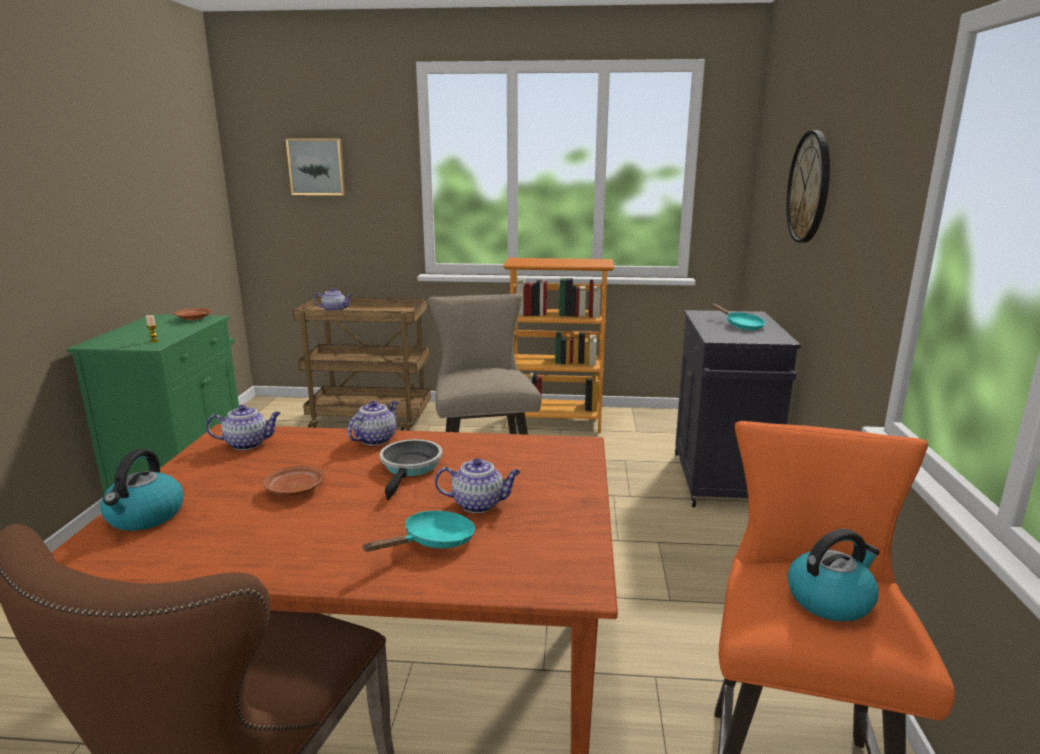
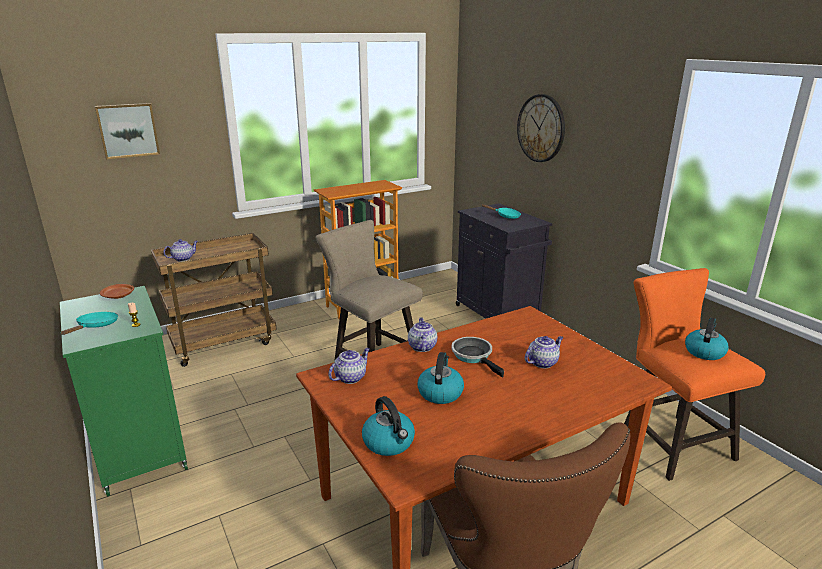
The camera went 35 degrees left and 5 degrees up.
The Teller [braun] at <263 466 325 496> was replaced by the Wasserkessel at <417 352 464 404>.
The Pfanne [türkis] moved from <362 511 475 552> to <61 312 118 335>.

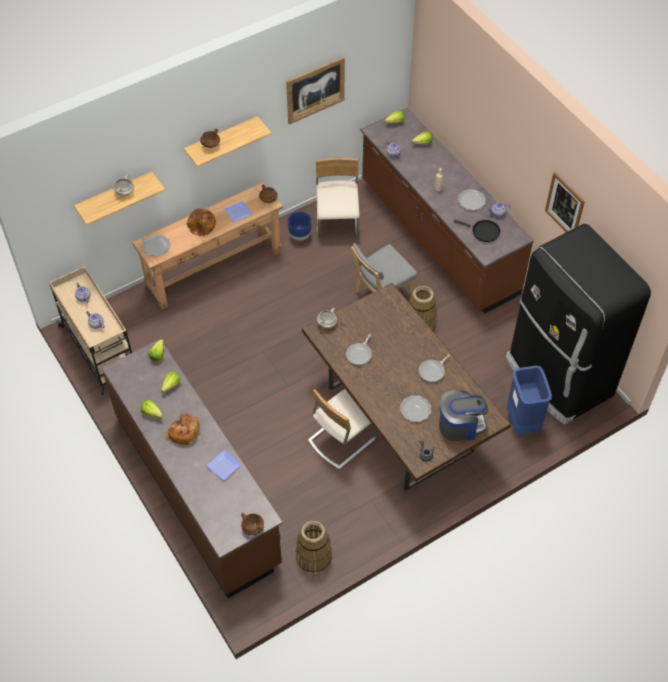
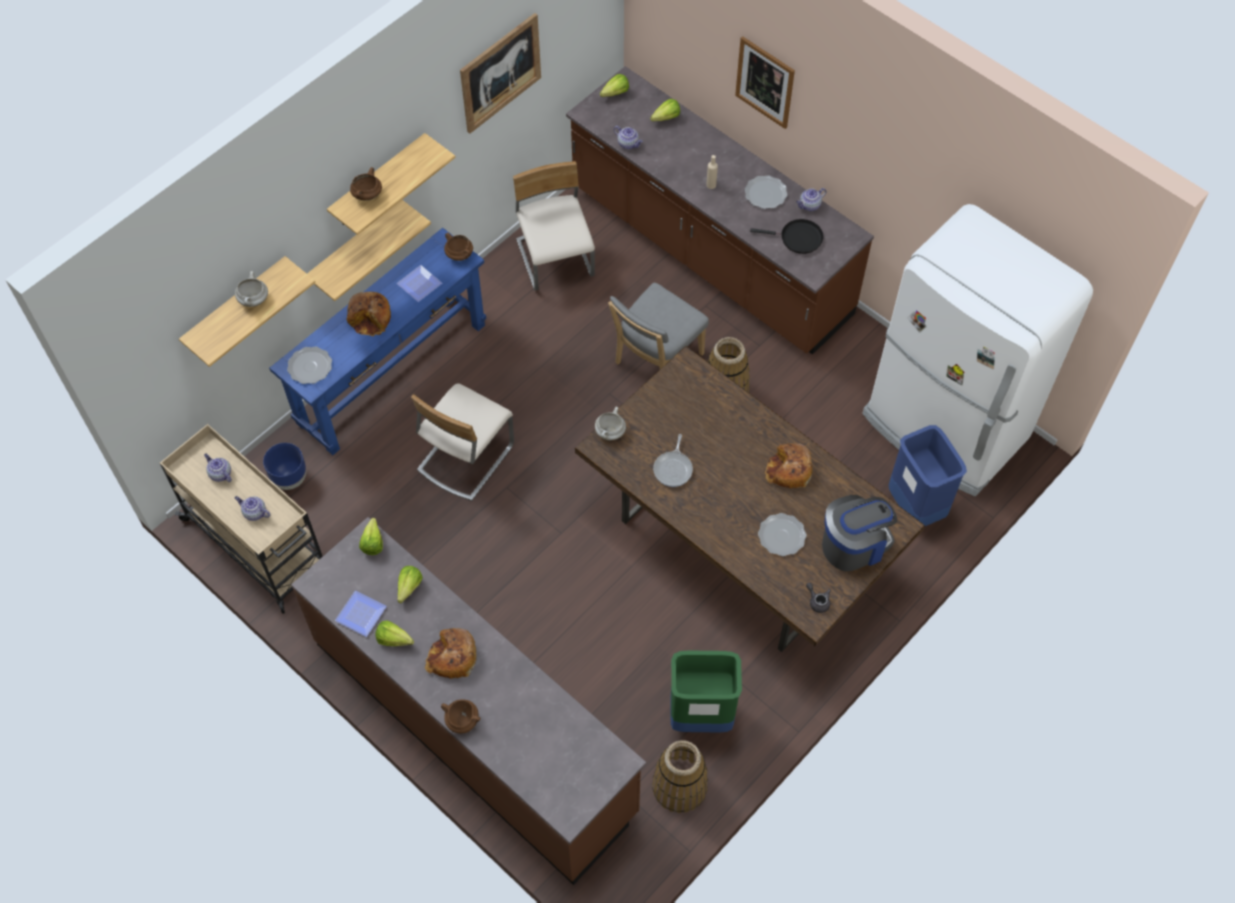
The camera went 15 degrees left and 5 degrees up.
The Konsolentisch [braun] at <132 182 283 309> became the Konsolentisch [blau] at <269 228 486 455>.
The Teller moved from <207 450 241 480> to <335 591 387 637>.
The Kochtopf [braun] moved from <241 513 264 535> to <441 699 480 734>.
The Pflanzkübel [blau] moved from <288 211 312 241> to <263 443 306 490>.
The Stuhl [beige] moved from <308 389 378 470> to <411 383 514 501>.
The Pfanne at <419 354 450 382> was replaced by the Brot at <765 443 812 488>.
The Kühlschrank [schwarz] at <506 224 651 424> became the Kühlschrank [weiß] at <862 204 1093 496>.
The Bild moved from <545 172 585 232> to <735 36 795 129>.
The Wandregal at <307 200 431 301> appeared.
The Mülleimer [grün] at <671 651 742 732> appeared.

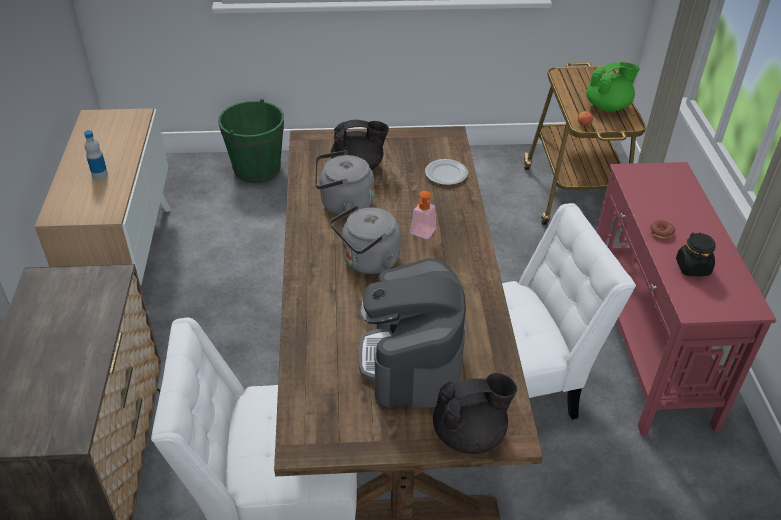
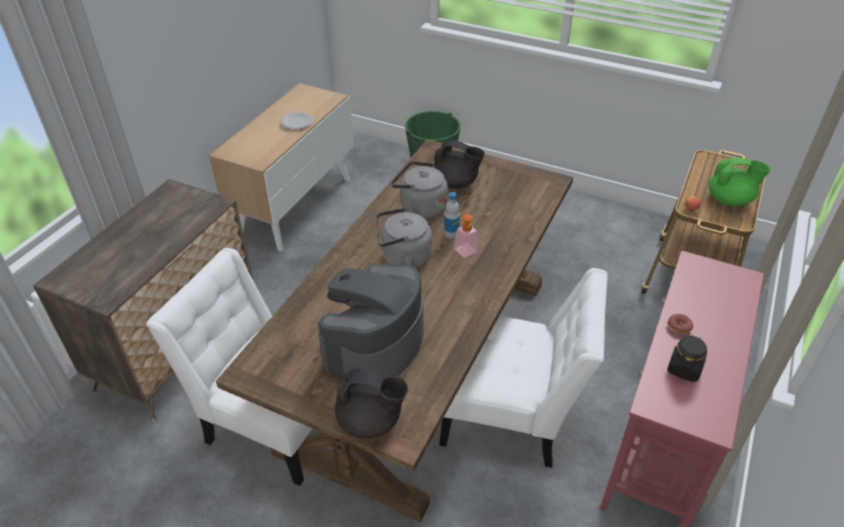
The camera went 30 degrees right and 0 degrees up.
The Flasche moved from <84 130 108 180> to <444 192 460 239>.
The Teller moved from <425 159 468 185> to <281 112 314 129>.

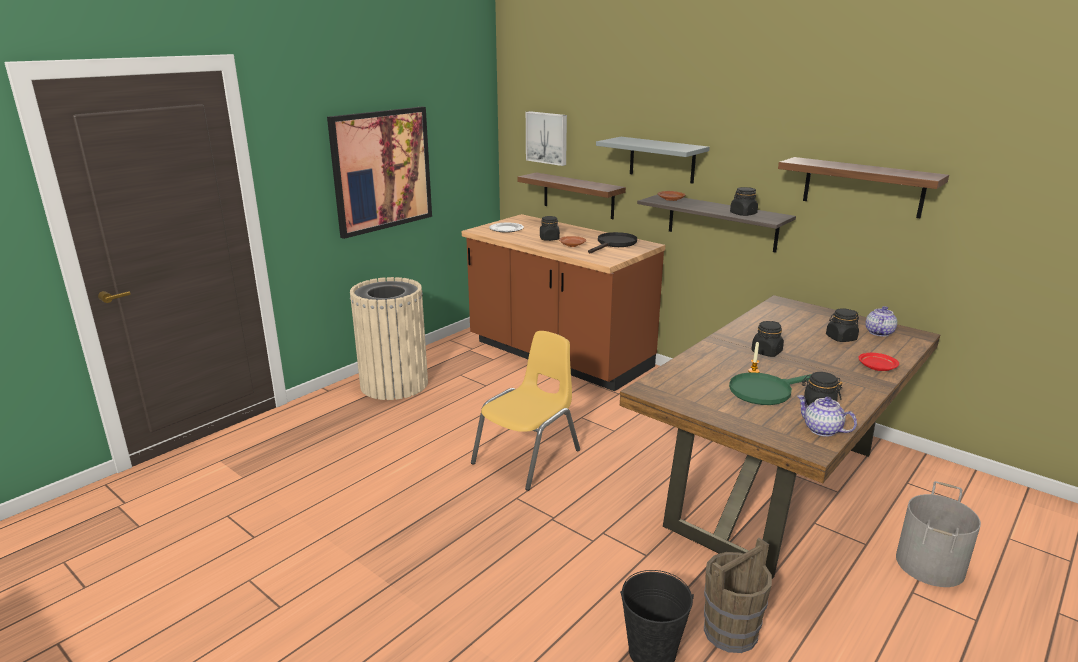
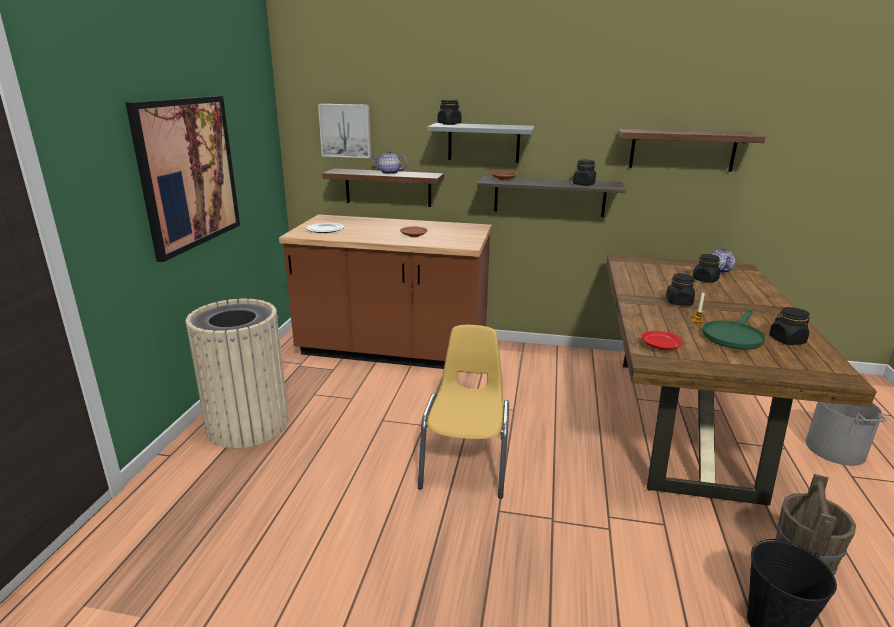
The camera went 30 degrees left and 0 degrees up.
The Vorratsglas [schwarz] moved from <540 216 560 241> to <438 99 462 125>.
The Pfanne [schwarz] at <588 232 637 253> disappeared.
The Teekanne moved from <797 395 857 437> to <373 151 407 174>.
The Teller [rot] moved from <858 353 899 371> to <641 331 683 350>.

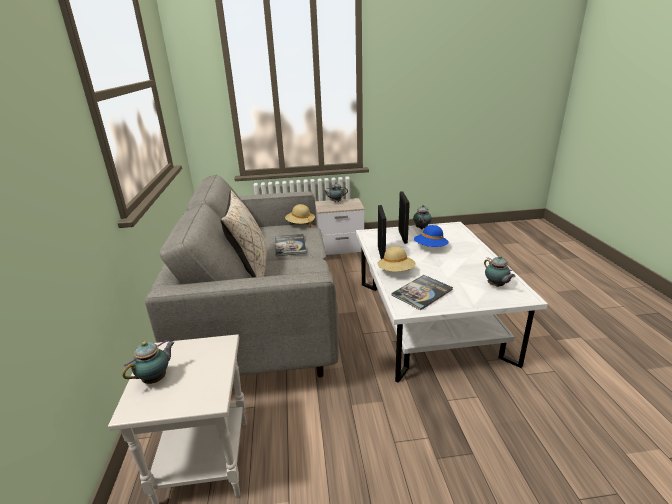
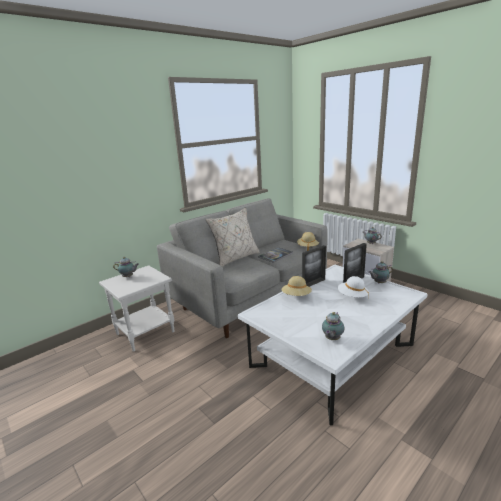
The camera went 55 degrees right and 5 degrees down.
The Buch at <391 275 453 310> disappeared.
The Hut [blau] at <414 225 449 247> became the Hut [weiß] at <338 276 369 299>.

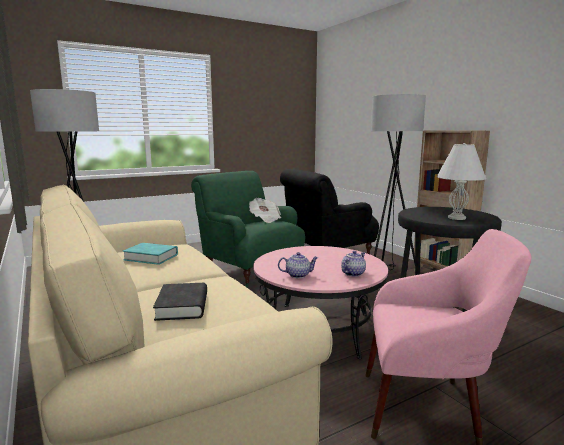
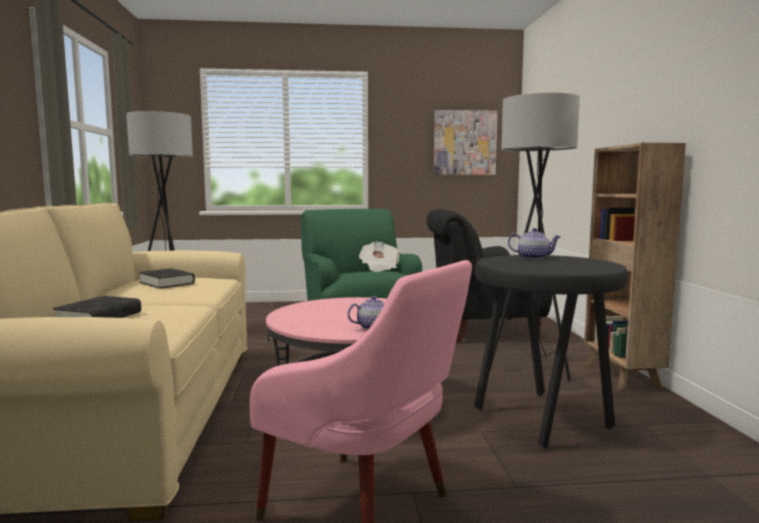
The camera went 25 degrees right and 5 degrees down.
The Buch [türkis] at <123 243 178 265> became the Buch [schwarz] at <139 268 195 289>.
The Teekanne moved from <278 252 318 278> to <508 228 561 259>.
The Tischlampe [weiß] at <437 143 487 220> disappeared.
The Bild at <434 110 497 175> appeared.

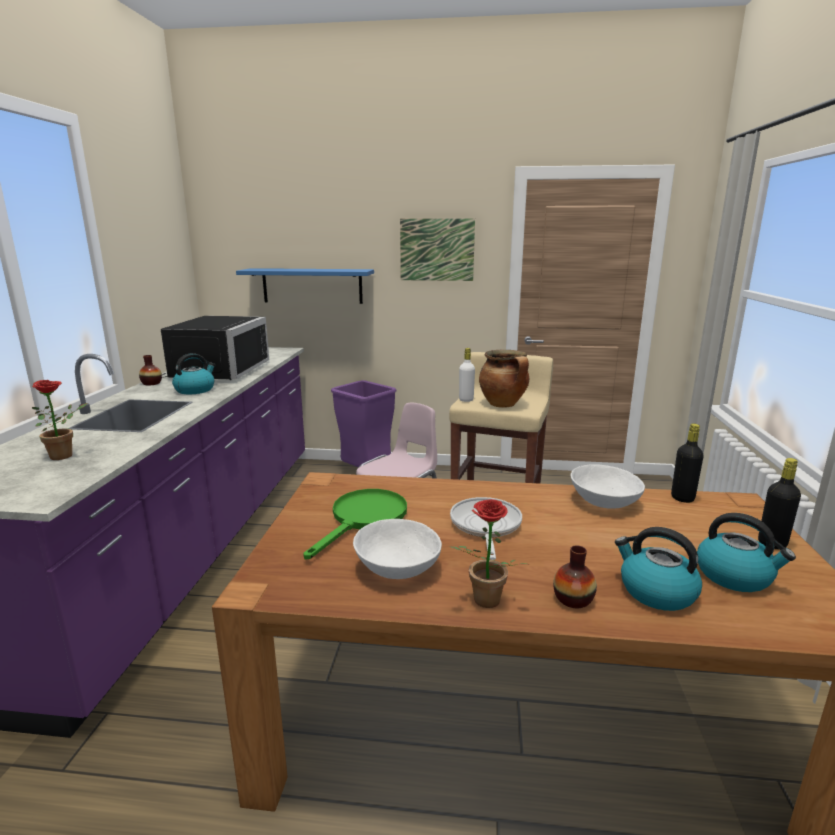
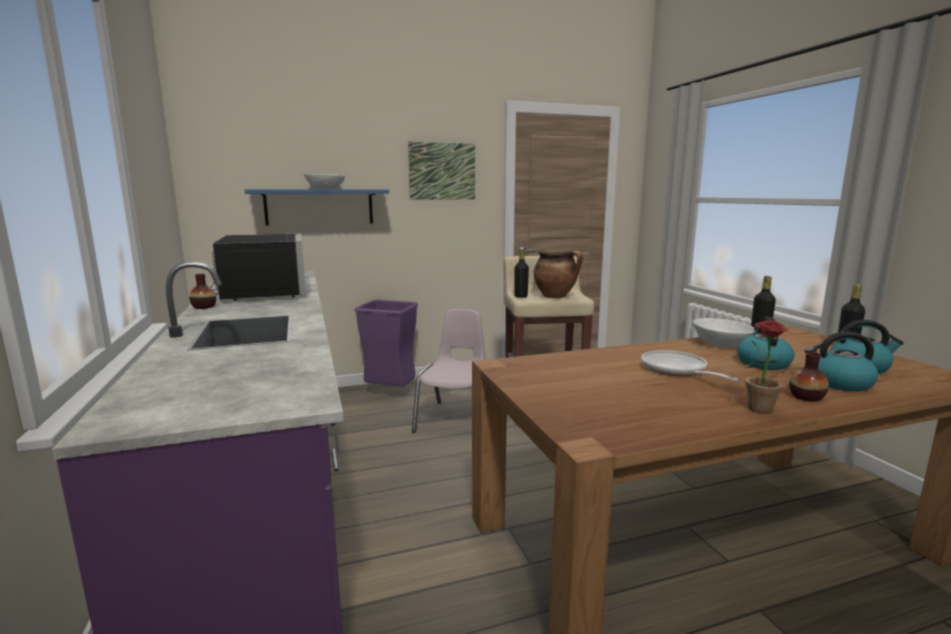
The camera went 25 degrees left and 5 degrees down.
The Topfpflanze at <32 380 88 460> disappeared.
The Wasserkessel moved from <172 353 215 394> to <737 317 794 370>.
The Pfanne [grün] at <303 489 407 559> disappeared.
The Schüssel [weiß] moved from <353 519 442 579> to <304 174 345 189>.
The Flasche [weiß] at <459 348 475 402> became the Flasche [schwarz] at <514 249 529 298>.

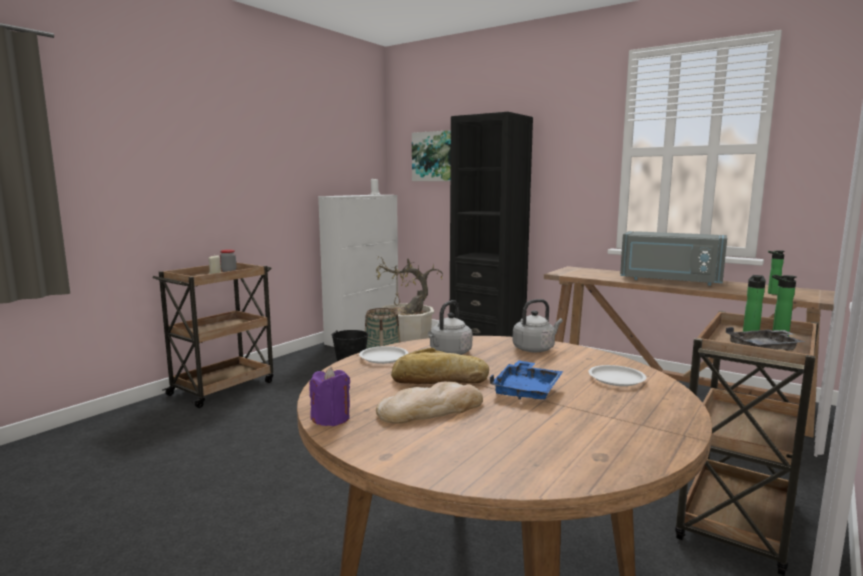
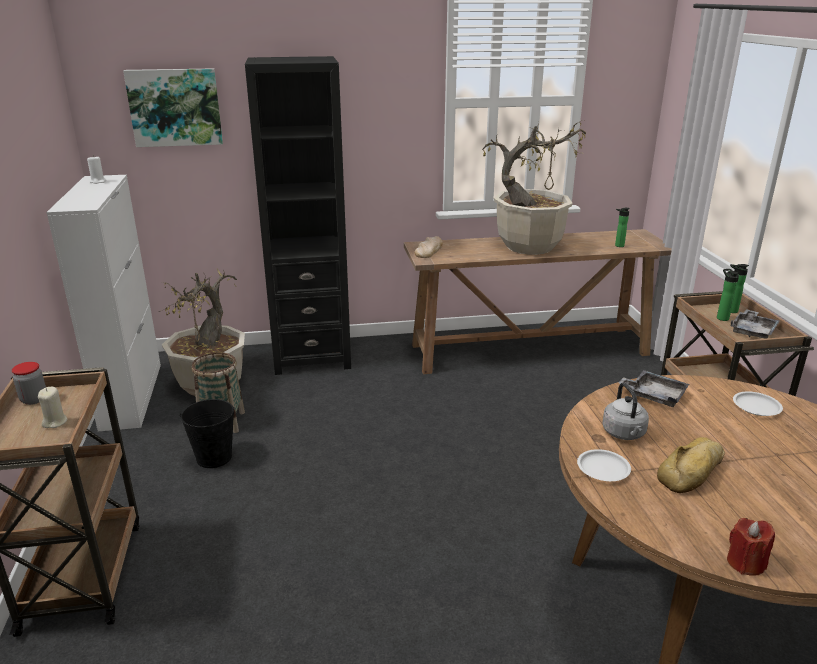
The camera went 45 degrees left and 15 degrees up.
The Kerze [lila] at <310 366 350 426> became the Kerze [rot] at <727 518 775 576>.
The Brot moved from <376 381 483 424> to <415 236 443 258>.
The Tablett [blau] at <490 360 563 400> disappeared.
The Wasserkessel [grau] at <512 299 563 352> was replaced by the Tablett [grau] at <619 370 689 407>.
The Mikrowelle [grau] at <620 231 727 286> was replaced by the Topfpflanze at <482 120 586 255>.

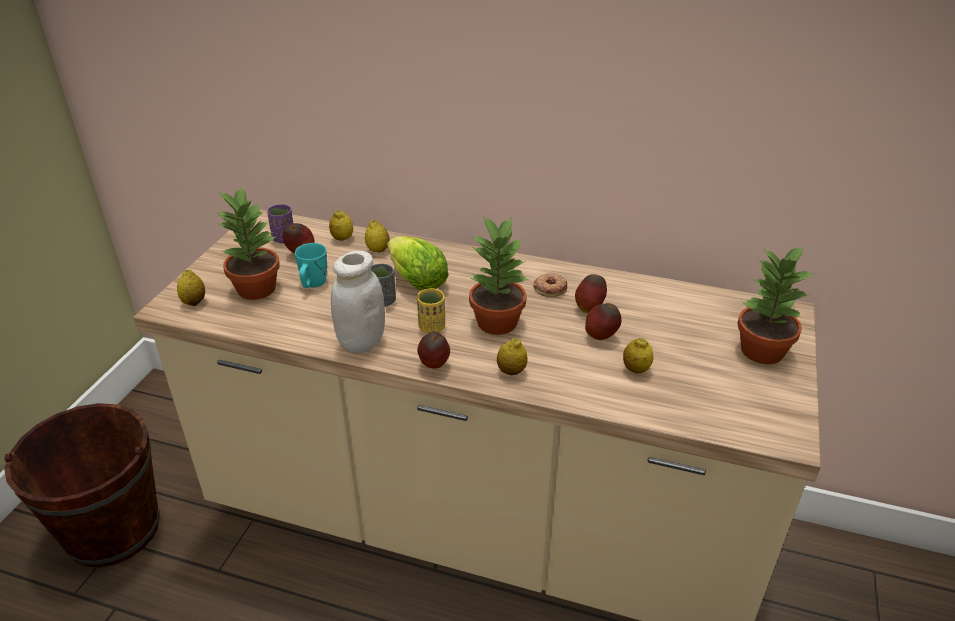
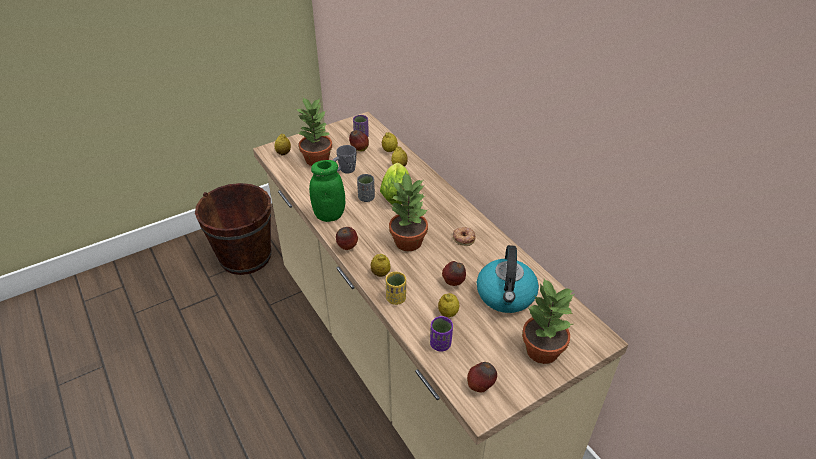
The camera went 40 degrees right and 5 degrees up.
The Henkelbecher [türkis] at <295 243 327 288> became the Henkelbecher [grau] at <333 145 356 173>.
The Vorratsglas [weiß] at <331 251 385 353> became the Vorratsglas [grün] at <309 160 345 222>.
The Tasse [gelb] moved from <417 288 445 333> to <386 272 406 305>.
The Apfel moved from <575 274 607 313> to <467 362 497 393>.
The Tasse [lila] at <430 316 453 351> appeared.
The Wasserkessel at <477 245 539 313> appeared.

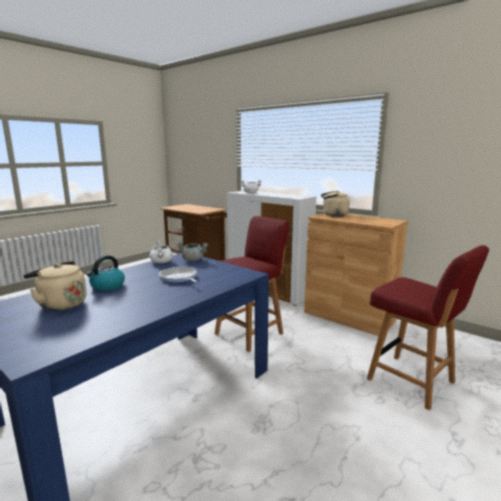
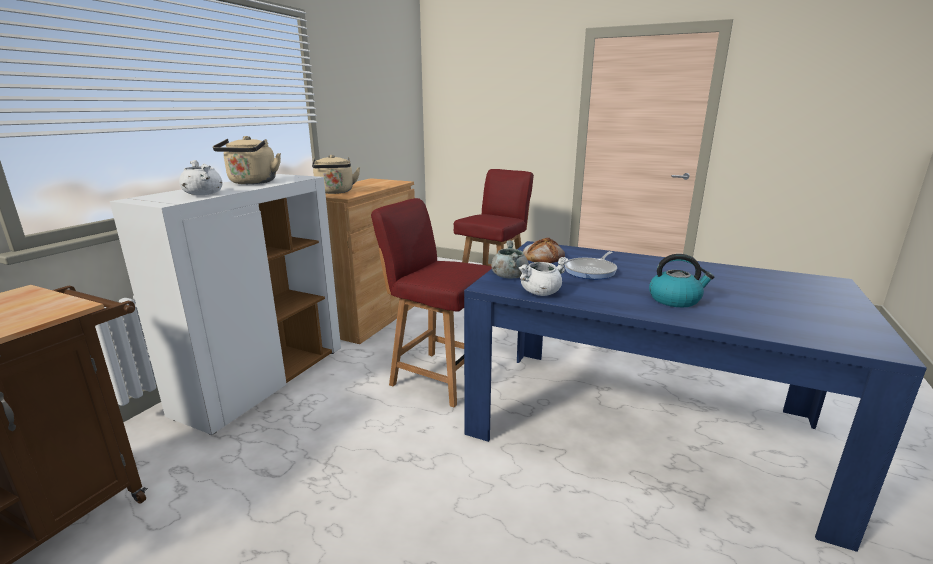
The camera went 105 degrees left and 5 degrees up.
The Wasserkessel [beige] moved from <23 261 87 311> to <213 136 281 184>.
The Brot at <523 238 565 263> appeared.

